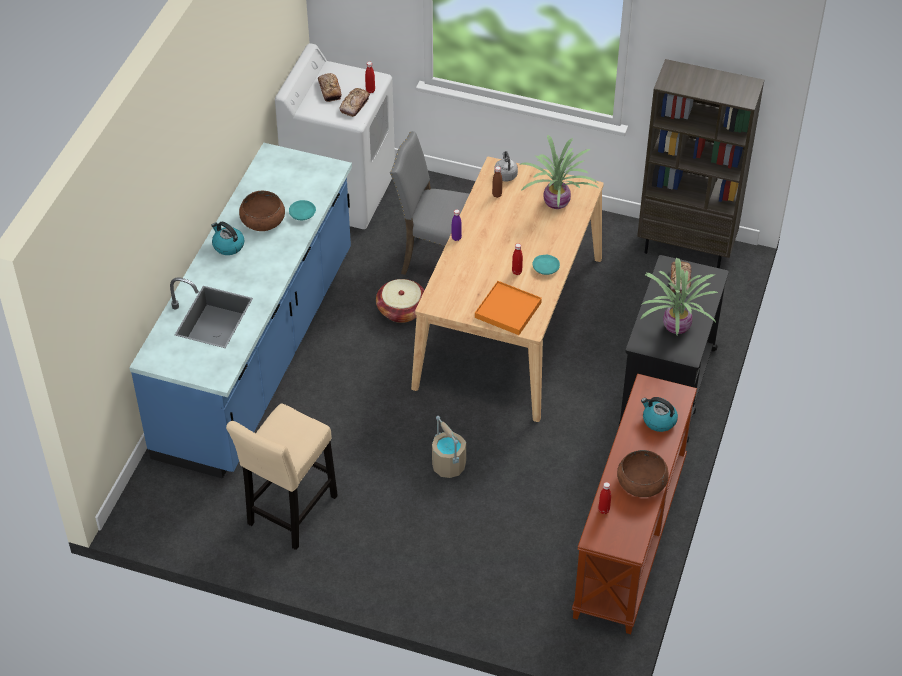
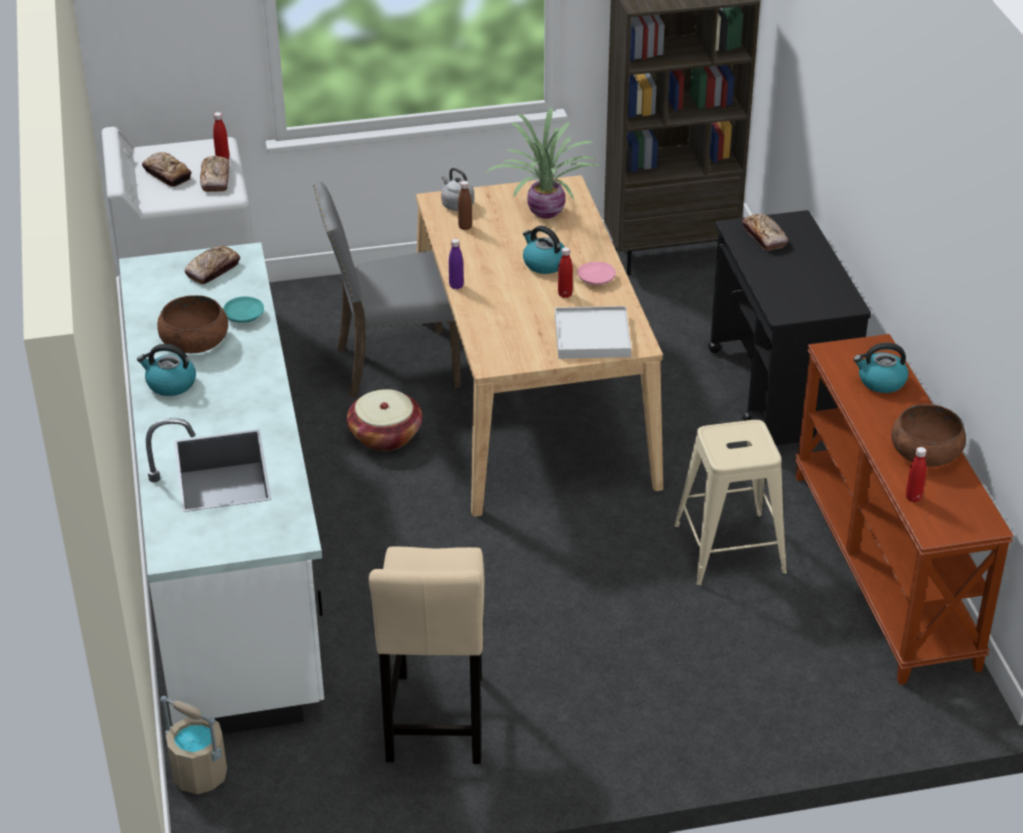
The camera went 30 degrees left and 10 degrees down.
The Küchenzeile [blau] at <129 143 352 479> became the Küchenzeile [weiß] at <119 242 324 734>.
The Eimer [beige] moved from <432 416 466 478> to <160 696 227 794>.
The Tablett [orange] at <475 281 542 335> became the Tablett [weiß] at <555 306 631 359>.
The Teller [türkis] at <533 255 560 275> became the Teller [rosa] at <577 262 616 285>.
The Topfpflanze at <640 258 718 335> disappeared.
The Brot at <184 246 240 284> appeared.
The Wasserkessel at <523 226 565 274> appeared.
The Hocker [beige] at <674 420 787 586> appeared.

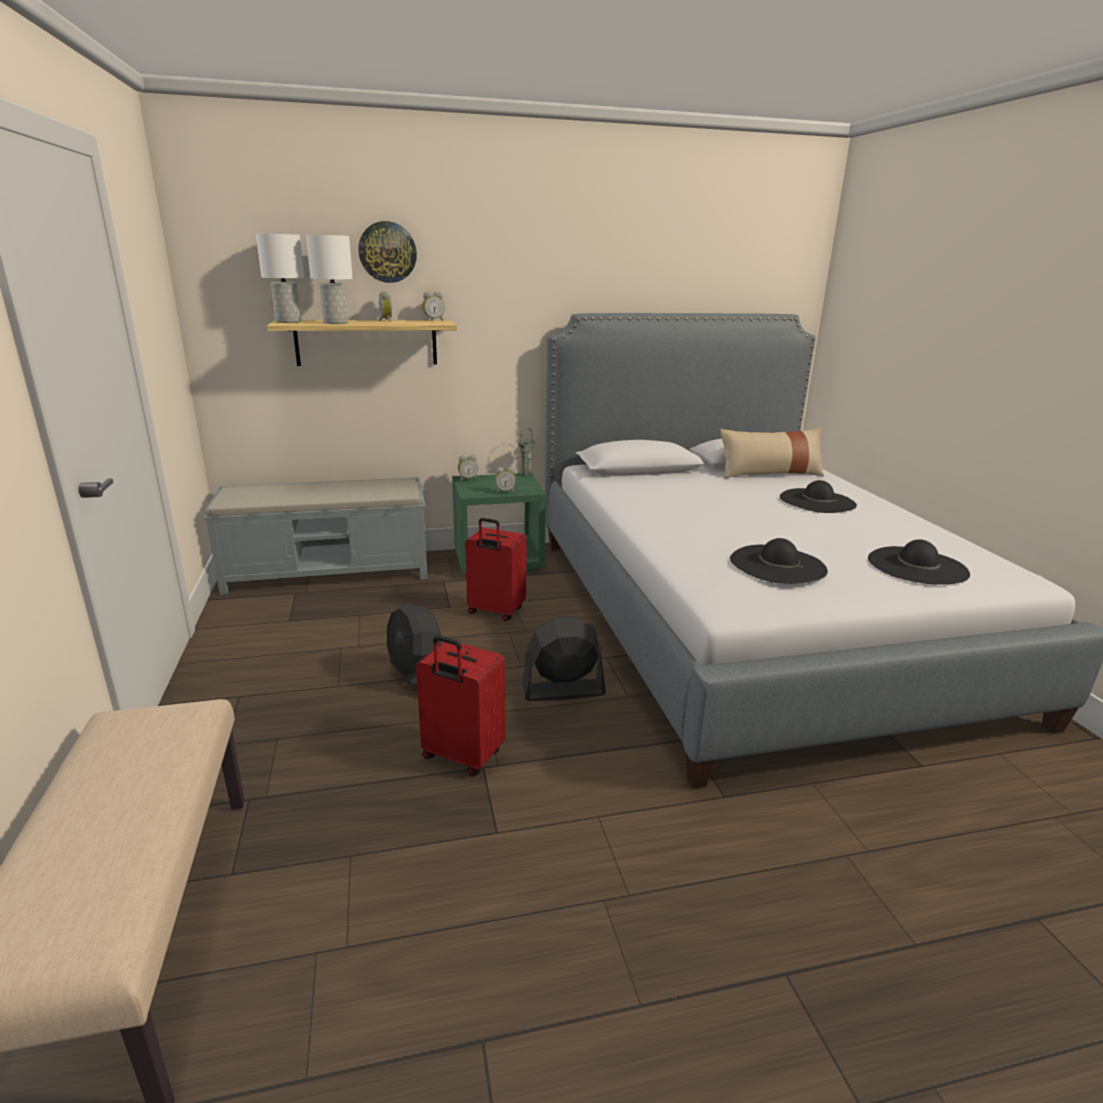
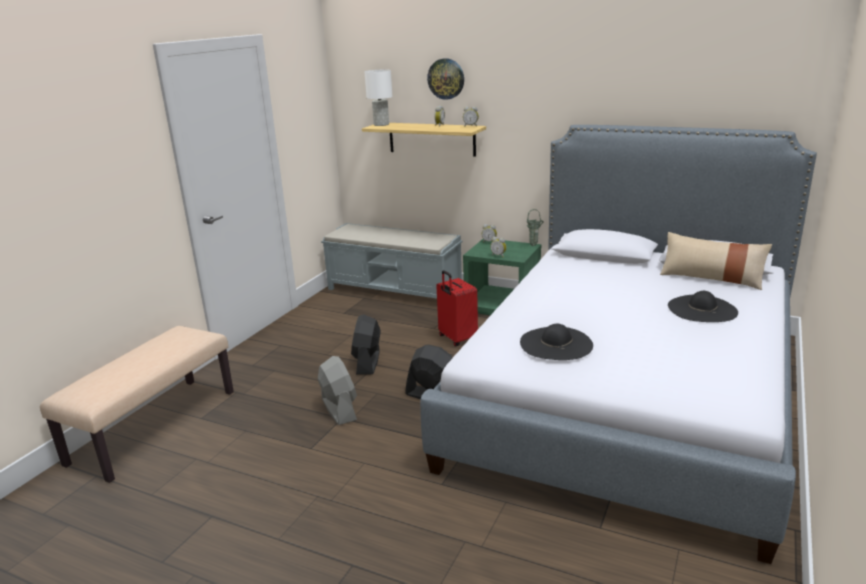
The camera went 40 degrees right and 0 degrees up.
The Tischlampe [weiß] at <306 235 353 324> disappeared.
The Koffer [rot] at <416 635 506 775> was replaced by the Ventilator [grau] at <318 356 357 425>.
The Hut [schwarz] at <868 539 970 584> disappeared.

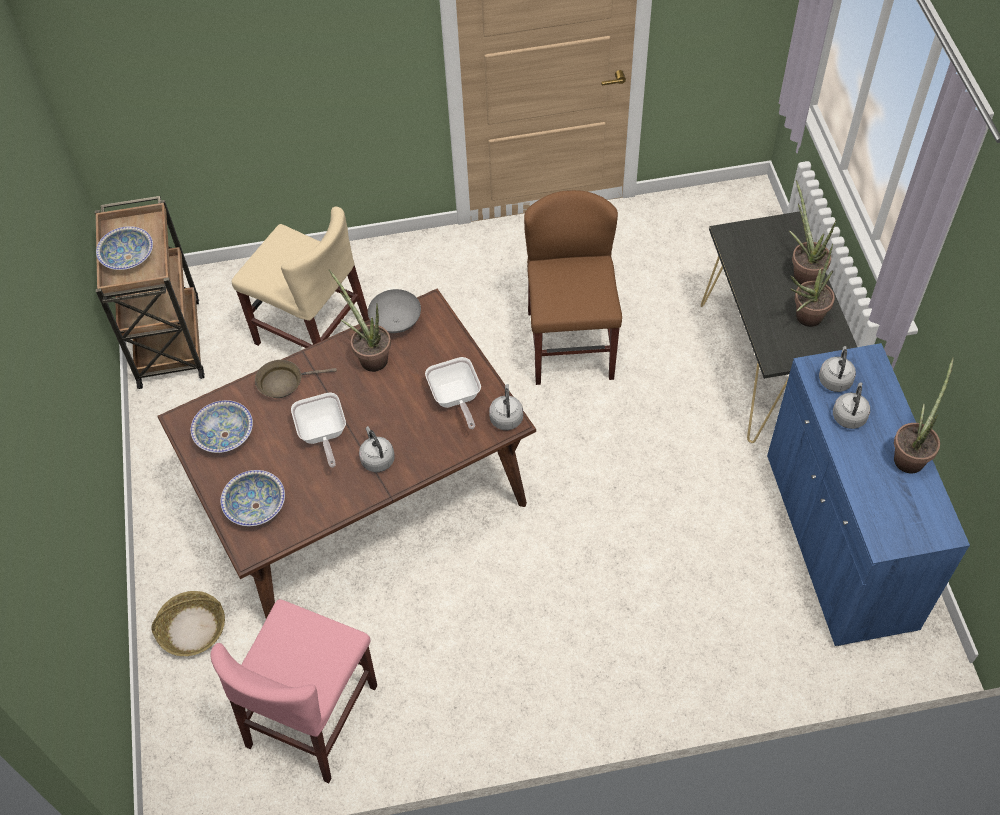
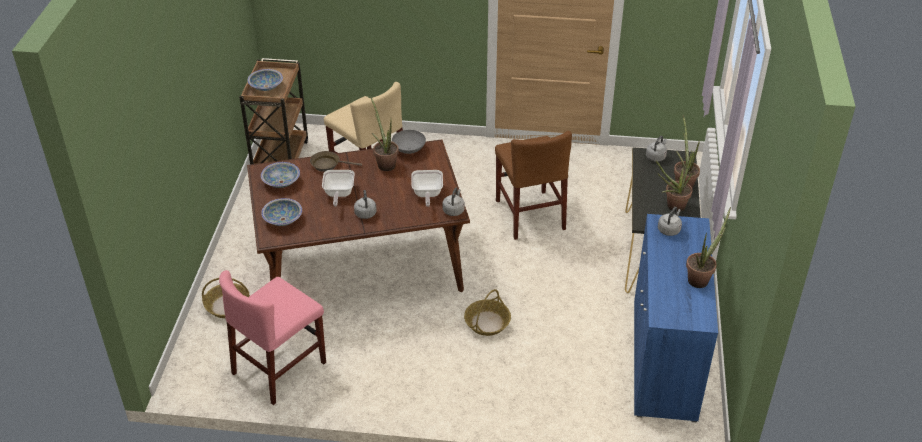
The camera went 15 degrees right and 15 degrees down.
The Stuhl [braun] at <524 190 622 385> turned 150 degrees clockwise.
The Wasserkessel [grau] moved from <833 382 870 429> to <646 136 667 162>.
The Korb at <464 289 511 336> appeared.

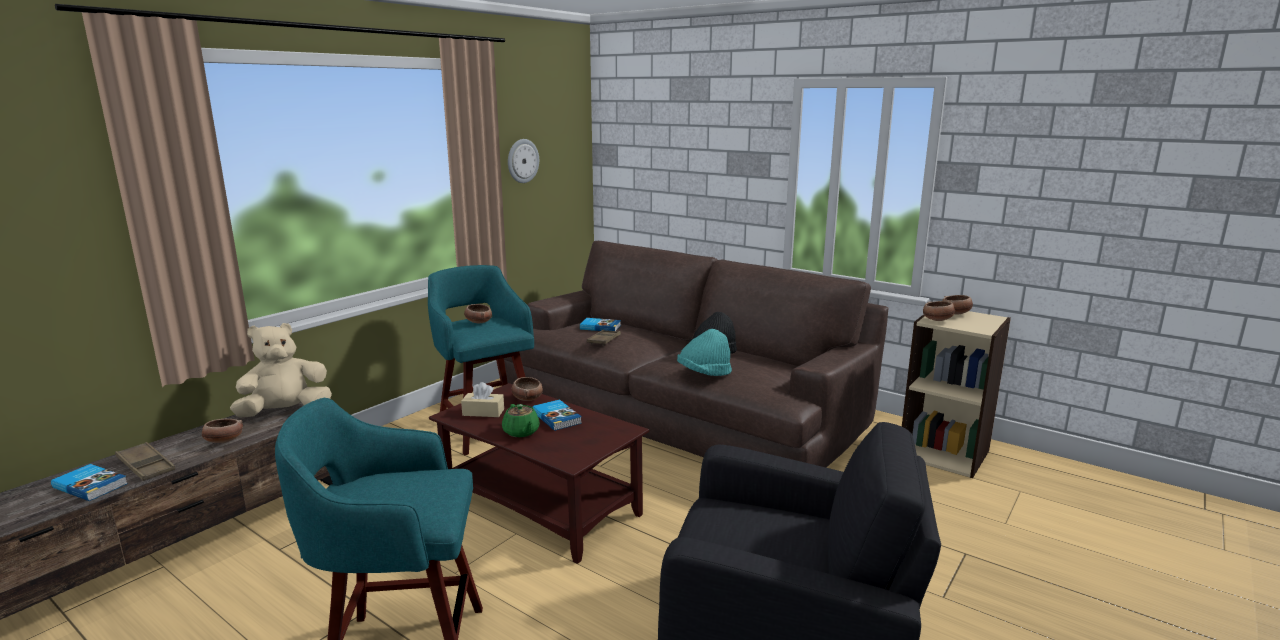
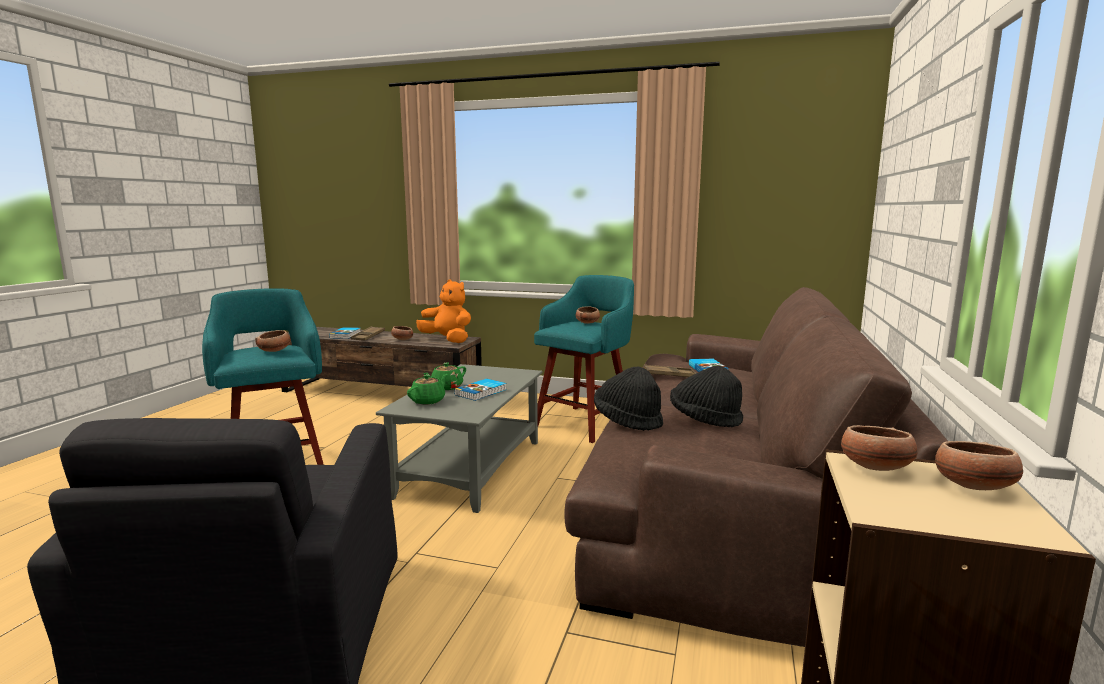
The camera went 70 degrees right and 5 degrees down.
The Plüschtier [beige] at <230 323 332 418> became the Plüschtier [orange] at <416 279 471 343>.
The Couchtisch [braun] at <429 383 649 564> became the Couchtisch [grau] at <376 364 542 513>.
The Taschentuchbox [beige] at <461 382 504 417> disappeared.
The Wanduhr at <508 139 539 183> disappeared.
The Schüssel moved from <512 377 543 401> to <255 330 291 352>.
The Hut [türkis] at <677 329 732 376> became the Hut [schwarz] at <594 367 663 431>.
The Teekanne [grün] at <407 374 448 405> appeared.

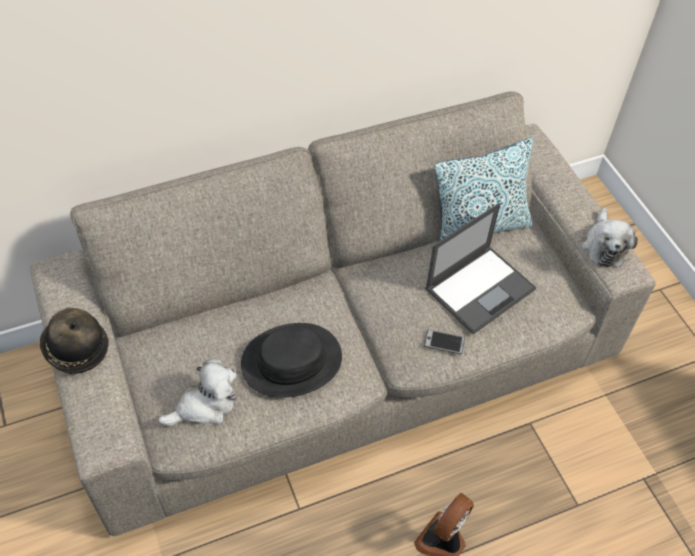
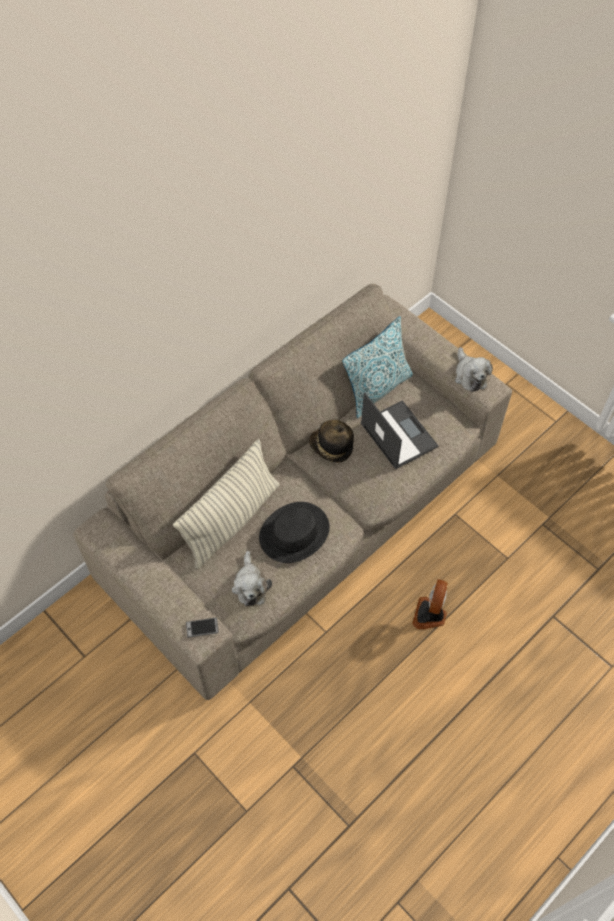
The camera went 20 degrees left and 5 degrees up.
The Hut moved from <40 308 109 374> to <309 420 354 463>.
The Plüschtier at <158 359 236 426> turned 135 degrees clockwise.
The Handy moved from <424 330 465 355> to <186 618 219 638>.
The Laptop at <425 203 536 334> turned 60 degrees counterclockwise.
The Kissen at <173 439 279 569> appeared.

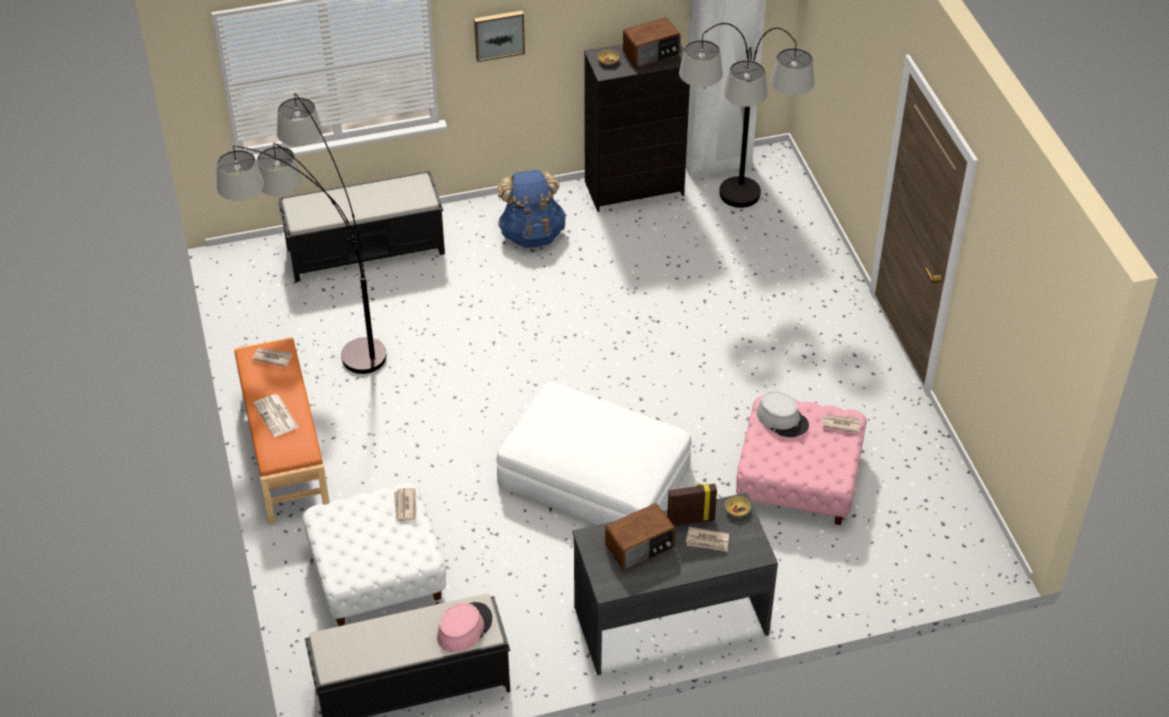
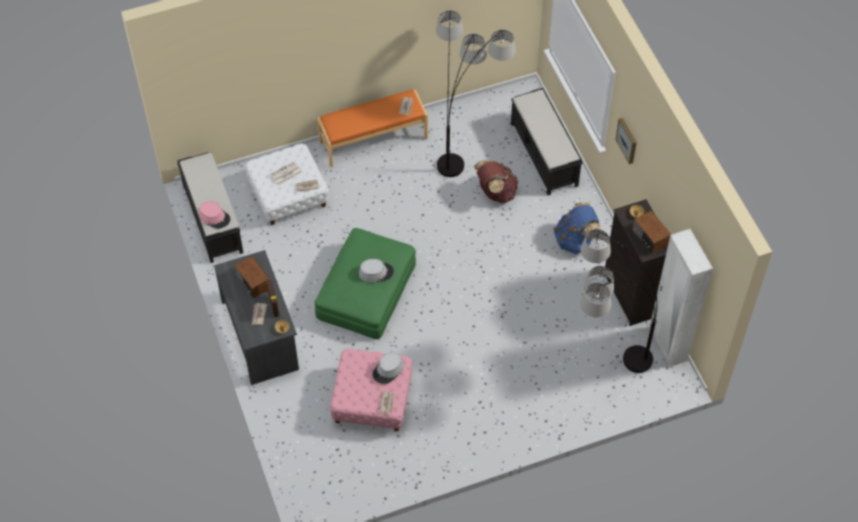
The camera went 85 degrees right and 10 degrees up.
The Zeitung moved from <254 394 299 437> to <269 161 302 186>.
The Polsterhocker [weiß] at <497 382 692 525> became the Polsterhocker [grün] at <315 228 416 339>.
The Hut [grau] at <359 259 394 283> appeared.
The Rucksack [braun] at <474 160 518 203> appeared.

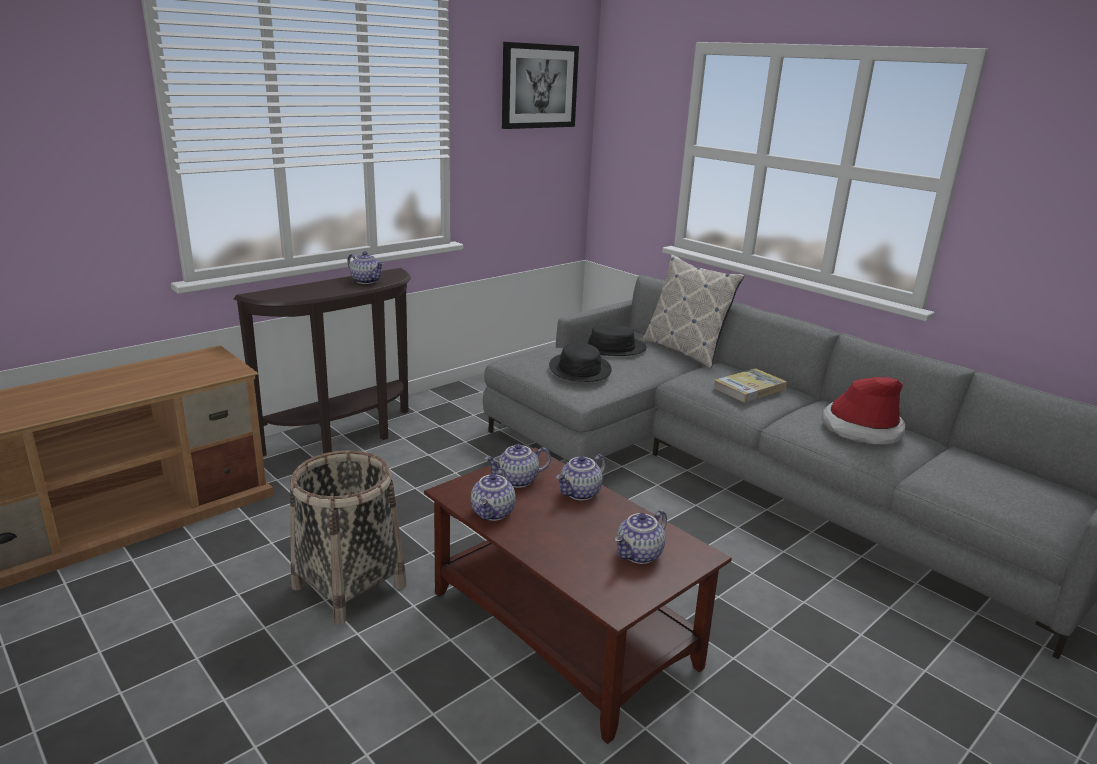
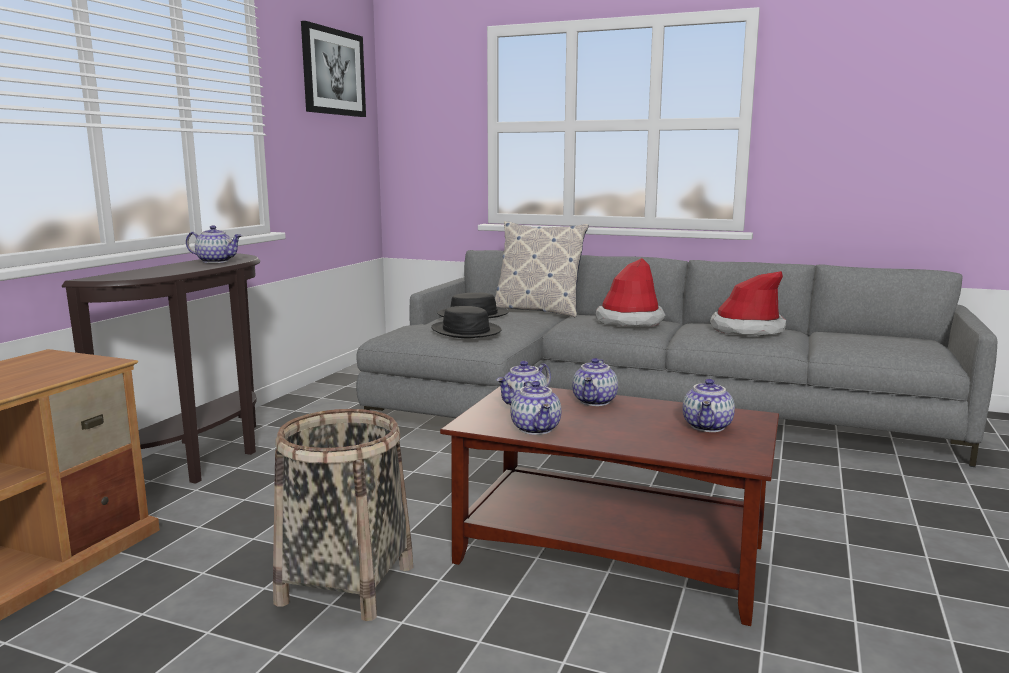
The camera went 25 degrees left and 10 degrees down.
The Buch at <713 368 787 402> was replaced by the Hut at <596 258 666 327>.

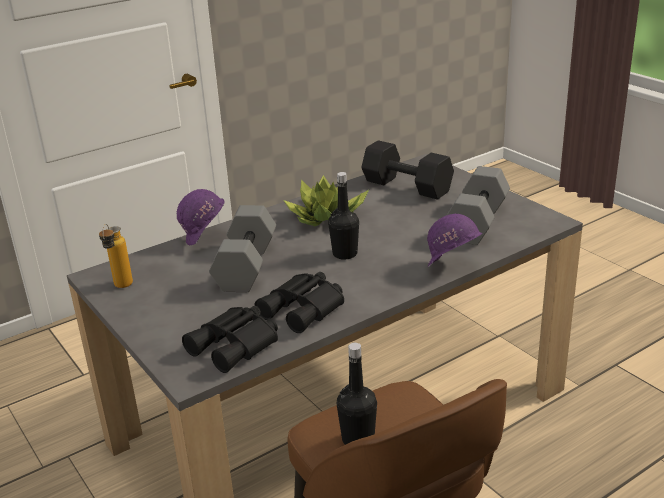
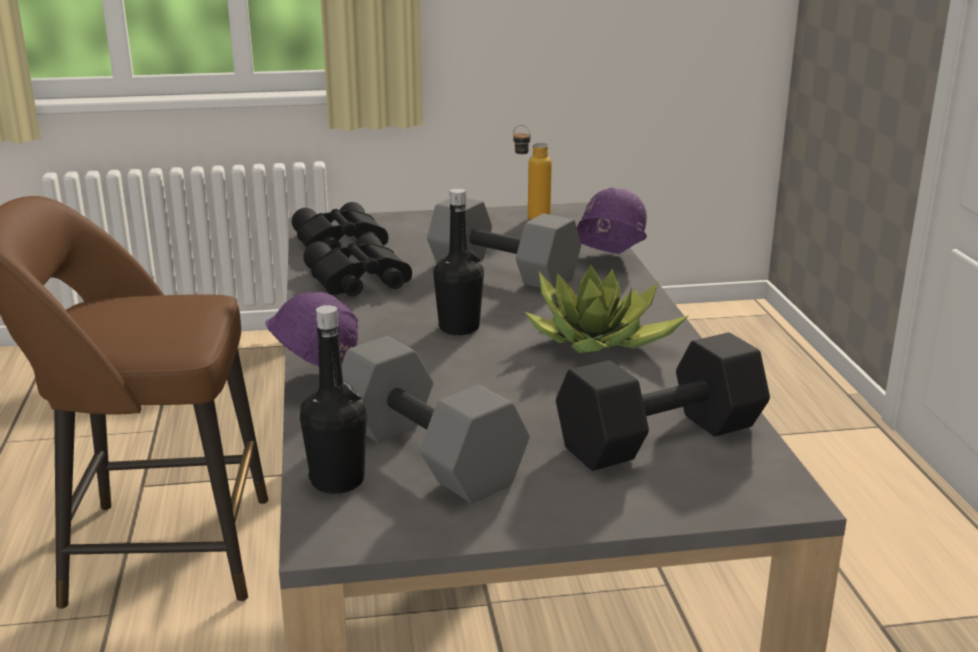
The camera went 115 degrees right and 5 degrees down.
The Flasche [schwarz] moved from <337 343 377 445> to <300 305 367 494>.

